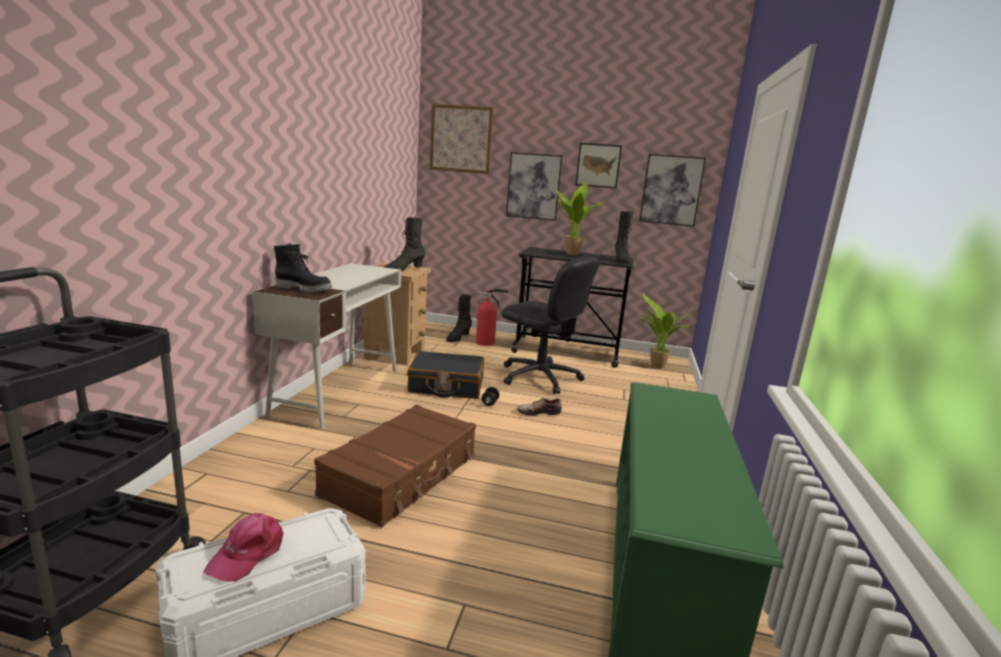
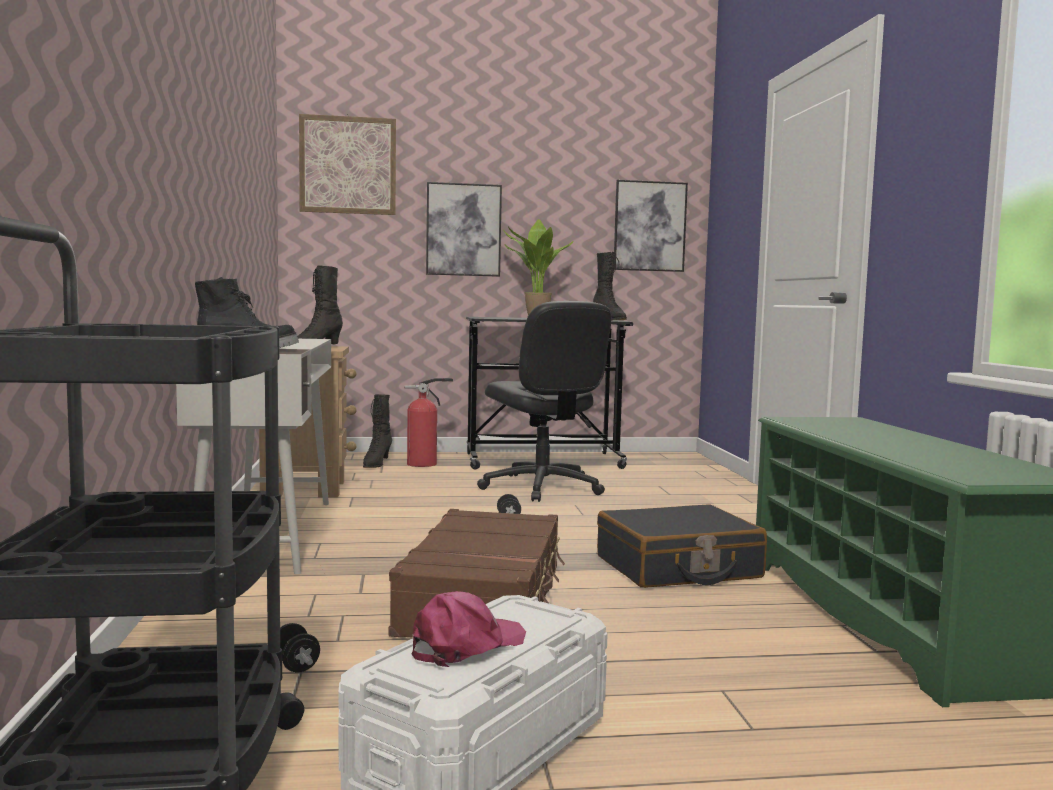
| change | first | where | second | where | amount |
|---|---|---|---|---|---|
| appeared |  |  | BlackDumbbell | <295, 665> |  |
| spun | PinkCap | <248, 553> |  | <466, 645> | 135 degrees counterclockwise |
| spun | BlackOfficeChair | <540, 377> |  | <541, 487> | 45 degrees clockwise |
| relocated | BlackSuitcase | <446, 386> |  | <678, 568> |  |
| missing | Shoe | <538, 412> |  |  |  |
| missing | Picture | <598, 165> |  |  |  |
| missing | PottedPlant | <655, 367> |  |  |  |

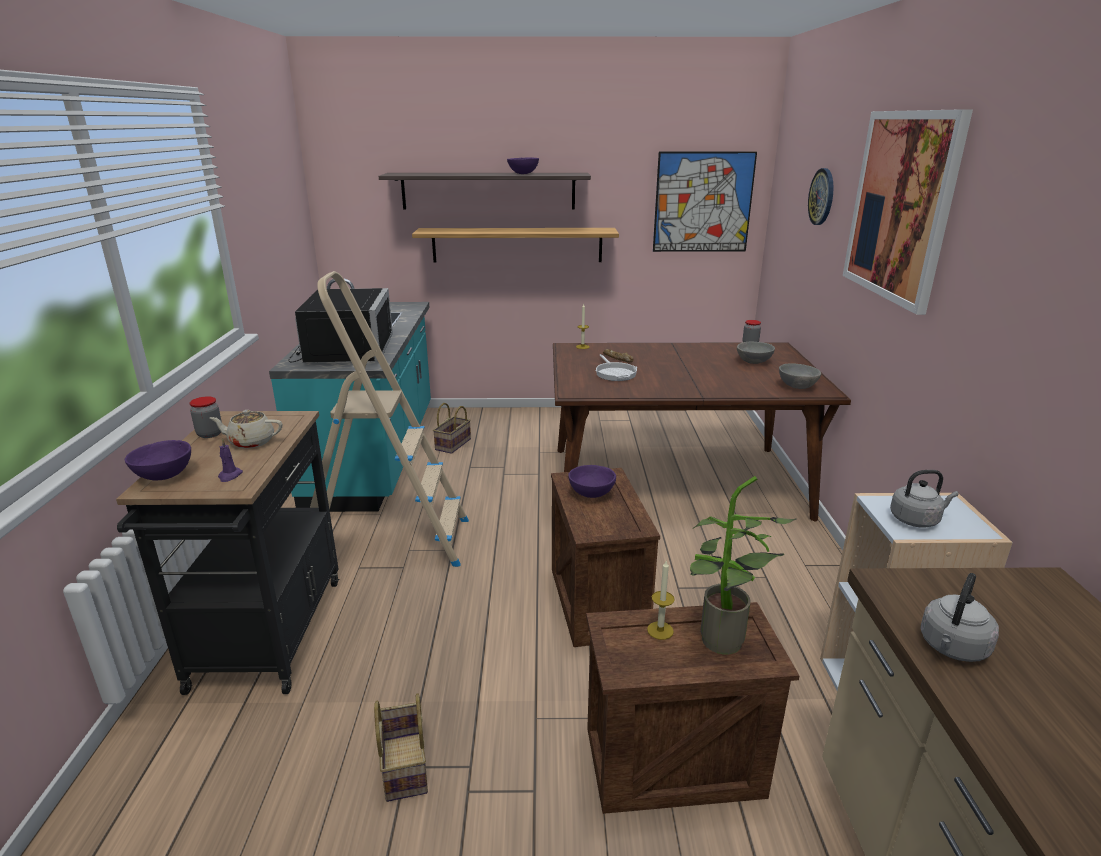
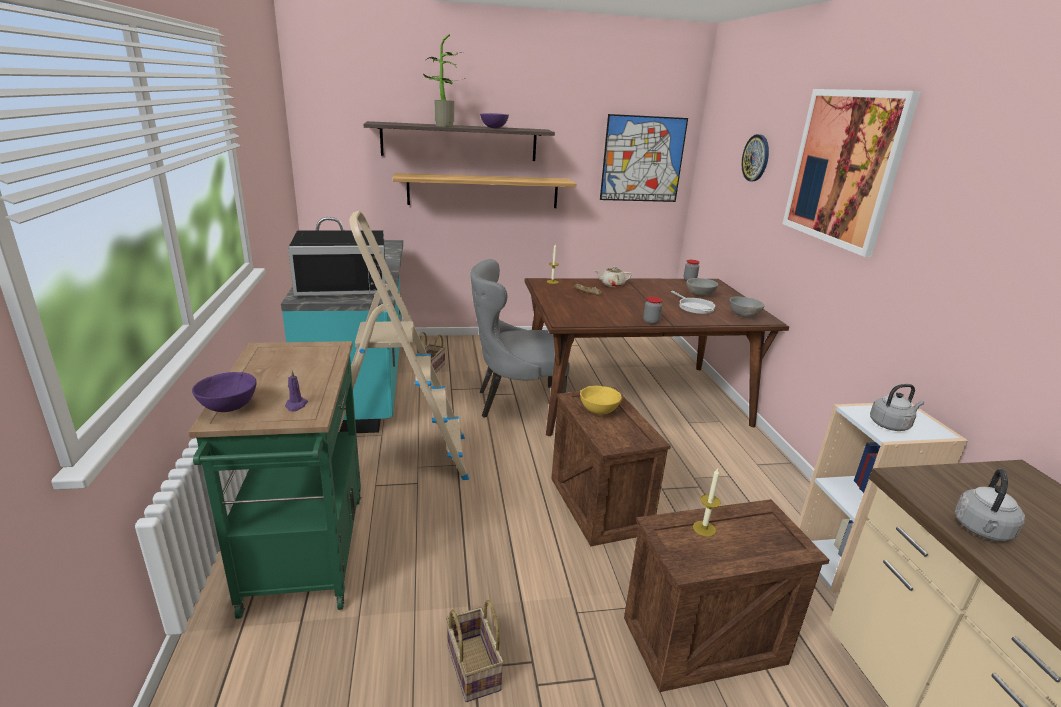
| change | first | where | second | where | amount |
|---|---|---|---|---|---|
| colour | BlackCart | <266, 637> | GreenCart | <305, 556> |  |
| spun | BlackMicrowave | <342, 350> |  | <344, 284> | 90 degrees clockwise |
| relocated | PottedPlant | <720, 645> |  | <443, 126> |  |
| appeared |  |  | GreyChair | <515, 403> |  |
| colour | PurpleBowl | <591, 493> | YellowBowl | <598, 411> |  |
| relocated | BeigeTeapot | <251, 442> |  | <612, 284> |  |
| relocated | Jar | <210, 434> |  | <651, 322> |  |
| relocated | FryingPan | <615, 373> |  | <694, 307> |  |

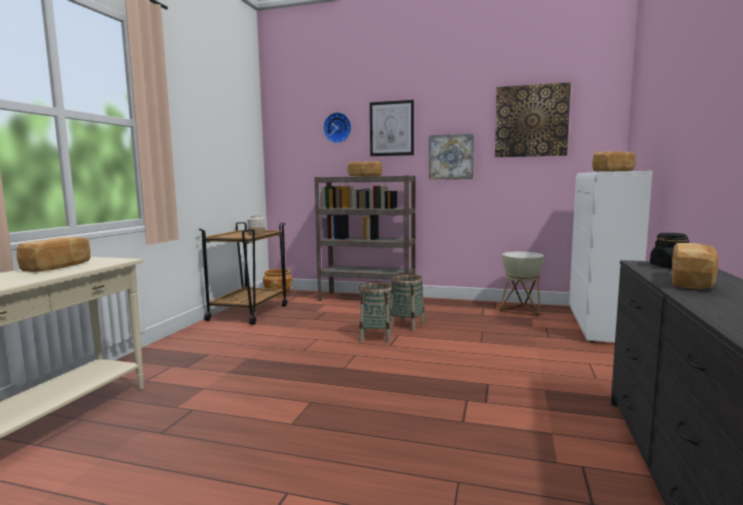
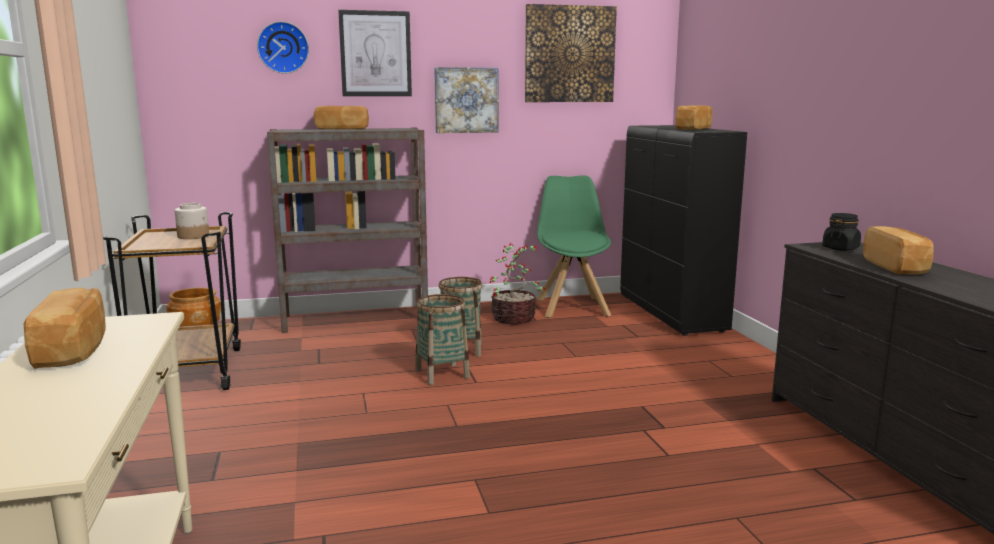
| change | first | where | second | where | amount |
|---|---|---|---|---|---|
| appeared |  |  | PottedPlant | <515, 318> |  |
| exchanged | Planter | <521, 310> | GreenChair | <571, 306> |  |
| colour | WhiteCabinet | <599, 326> | BlackCabinet | <672, 314> |  |

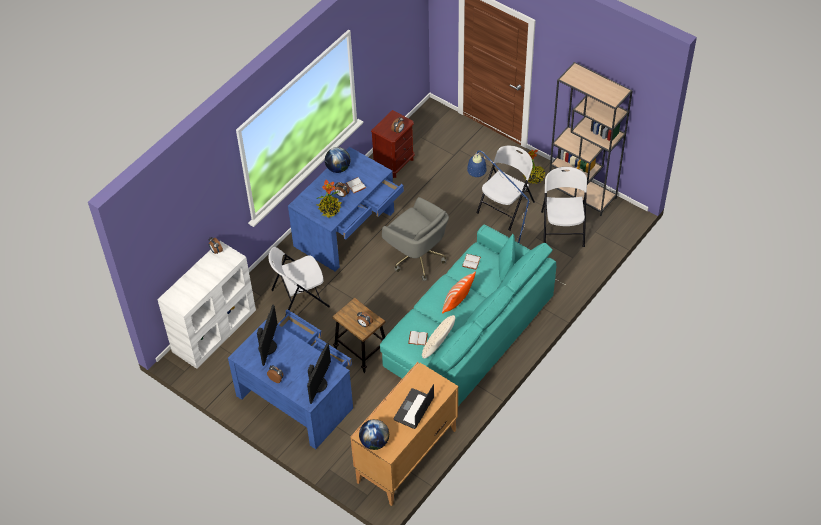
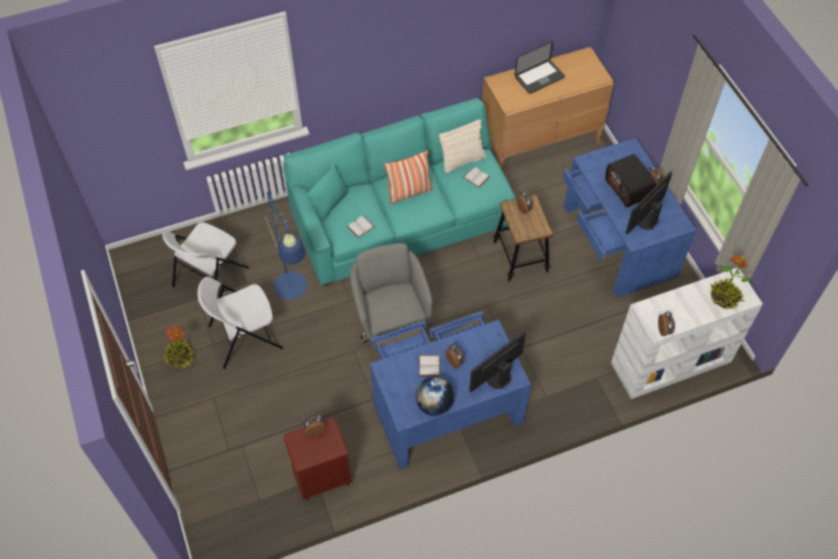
| change | first | where | second | where | amount |
|---|---|---|---|---|---|
| relocated | Monitor | <318, 384> |  | <497, 376> |  |
| appeared |  |  | Radio | <628, 189> |  |
| relocated | PottedPlant | <329, 209> |  | <724, 297> |  |
| missing | WhiteChair | <300, 298> |  |  |  |
| missing | Globe | <374, 442> |  |  |  |
| missing | Bookcase | <582, 193> |  |  |  |

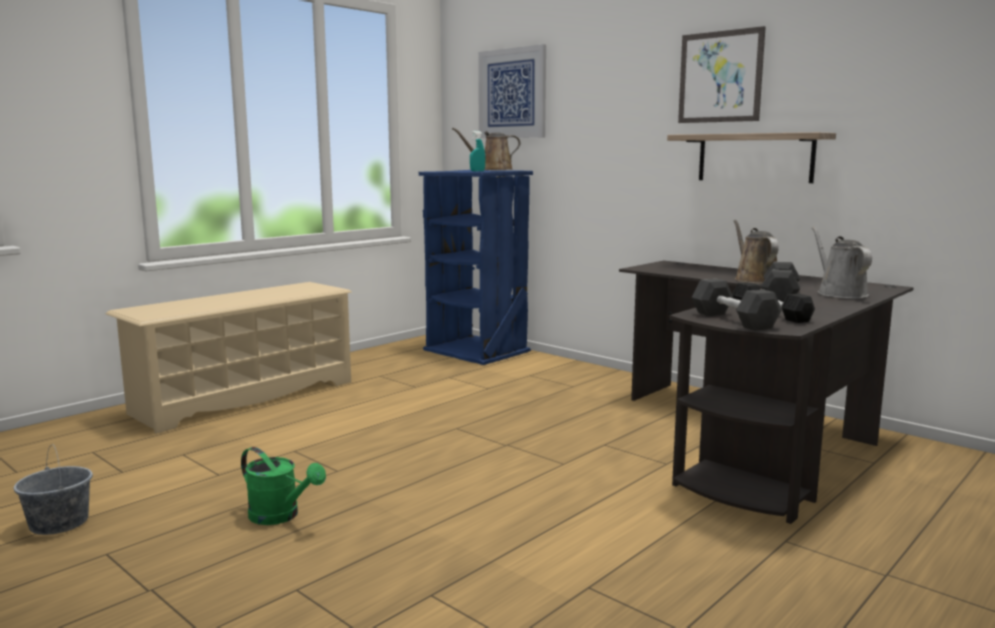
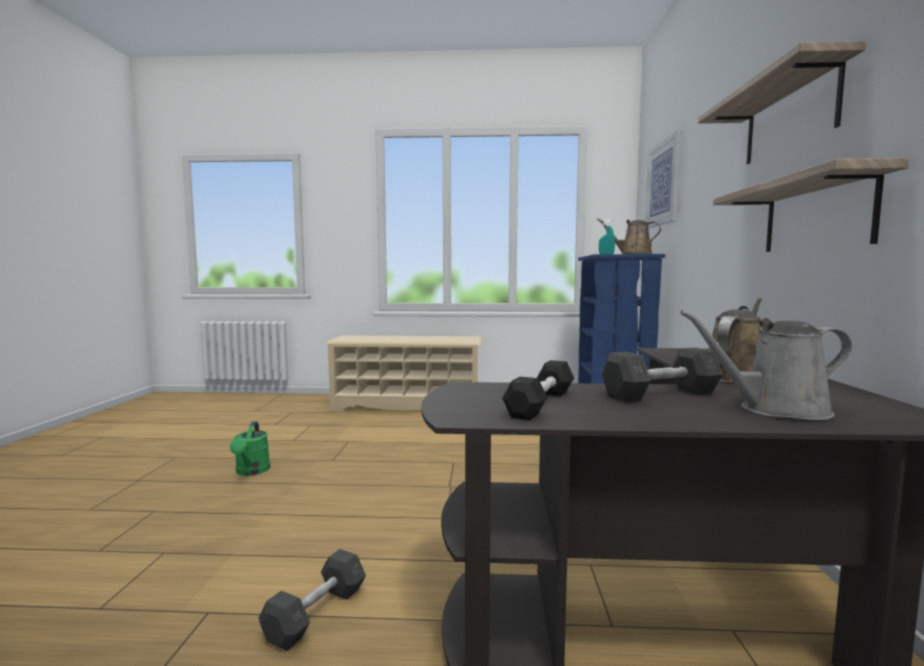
| change | first | where | second | where | amount |
|---|---|---|---|---|---|
| relocated | GreyDumbbell | <733, 320> |  | <316, 614> |  |
| spun | GreyWateringCan | <839, 293> |  | <776, 410> | 135 degrees counterclockwise |
| exchanged | Picture | <720, 77> | Shelf | <789, 117> |  |
| missing | GreyBucket | <59, 523> |  |  |  |

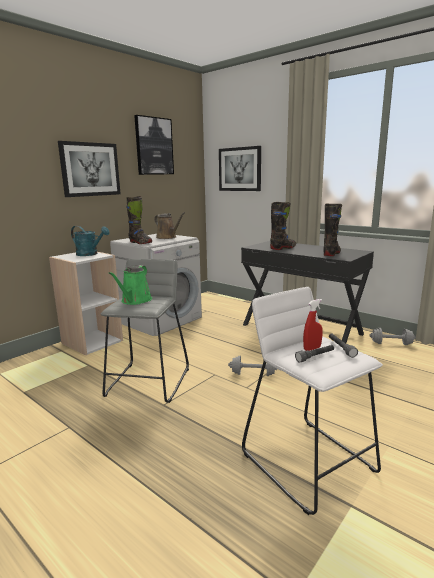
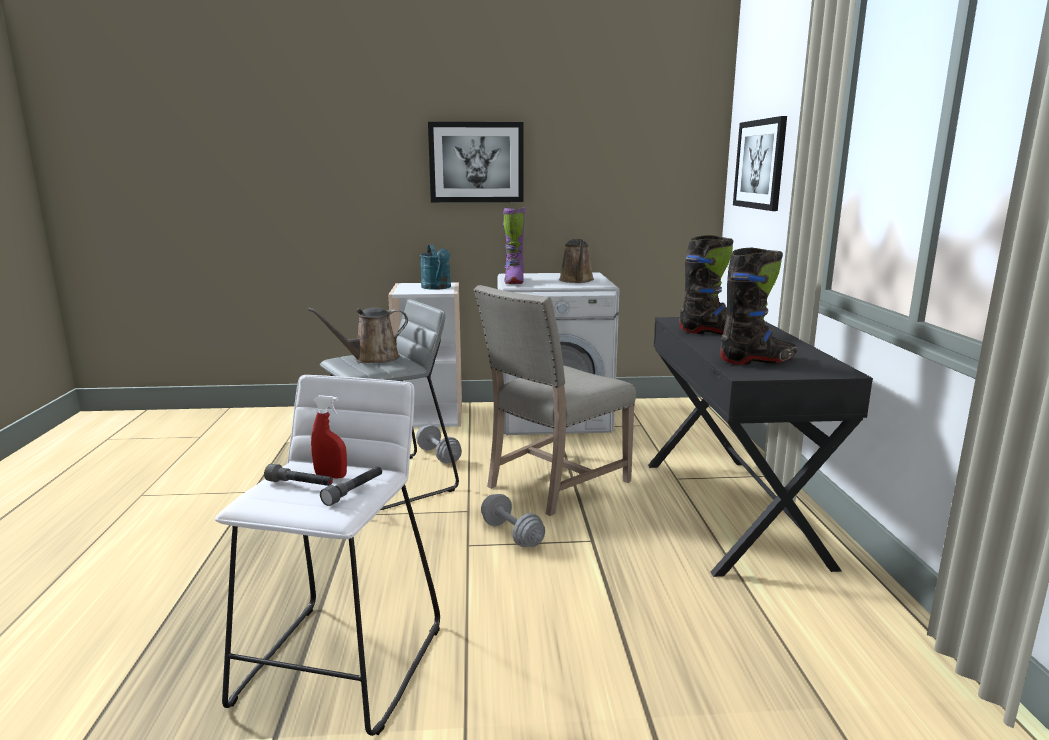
| change | first | where | second | where | amount |
|---|---|---|---|---|---|
| colour | GreenWateringCan | <135, 301> | BrownWateringCan | <371, 359> |  |
| relocated | GreyDumbbell | <391, 343> |  | <438, 455> |  |
| appeared |  |  | BeigeChair | <553, 484> |  |
| colour | BlackBoot | <140, 243> | PurpleBoot | <514, 282> |  |
| missing | Picture | <154, 146> |  |  |  |

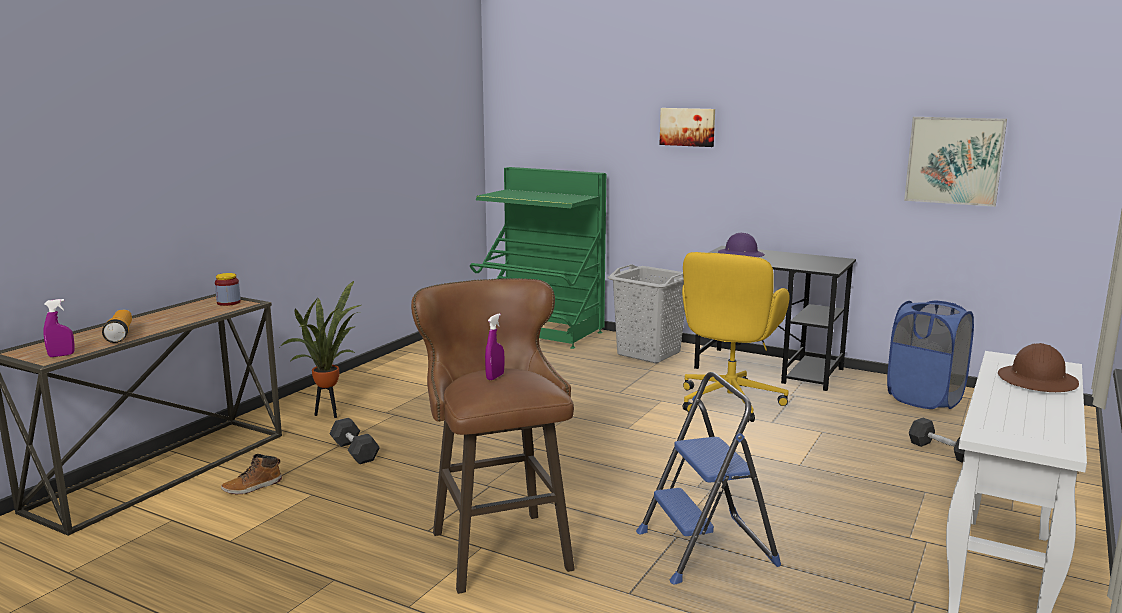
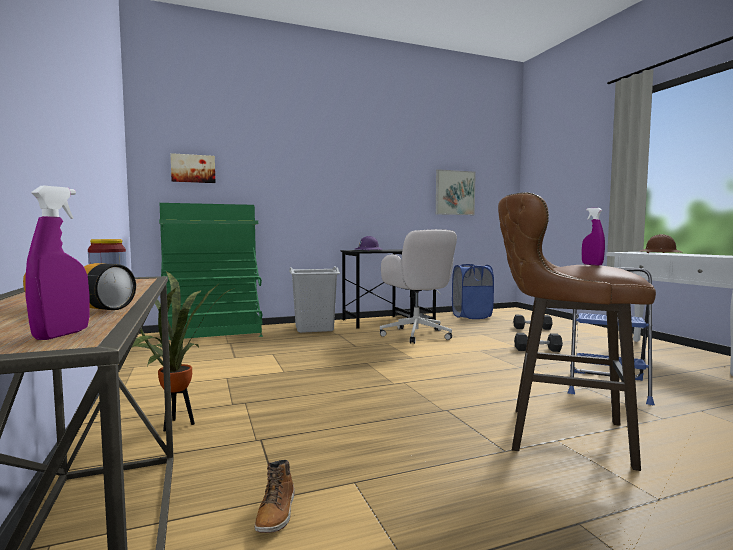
| change | first | where | second | where | amount |
|---|---|---|---|---|---|
| relocated | Picture | <687, 127> |  | <193, 168> |  |
| colour | YellowOfficeChair | <729, 402> | WhiteOfficeChair | <416, 335> |  |
| relocated | GreyDumbbell | <354, 451> |  | <537, 350> |  |

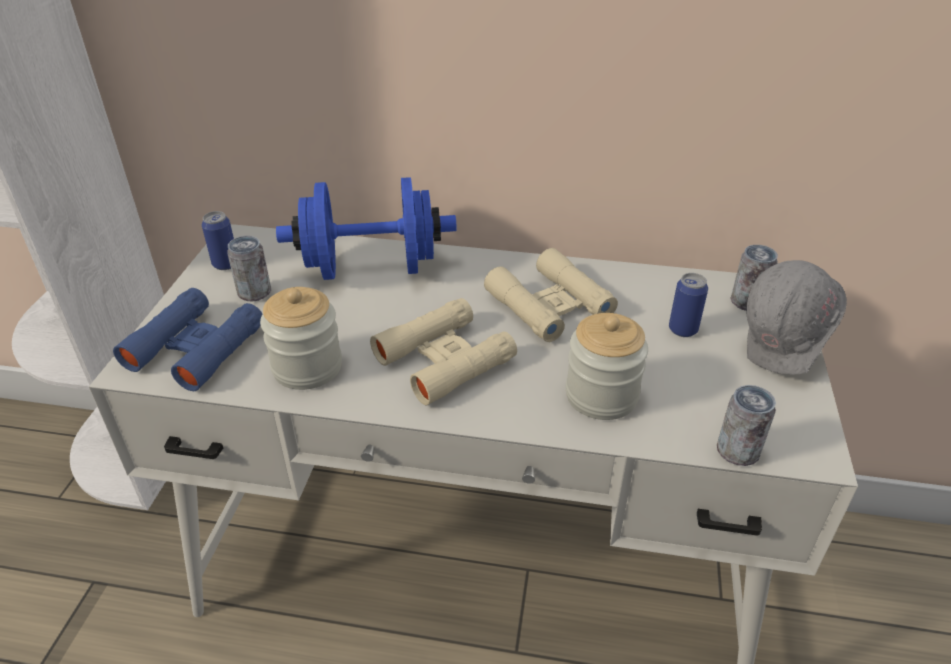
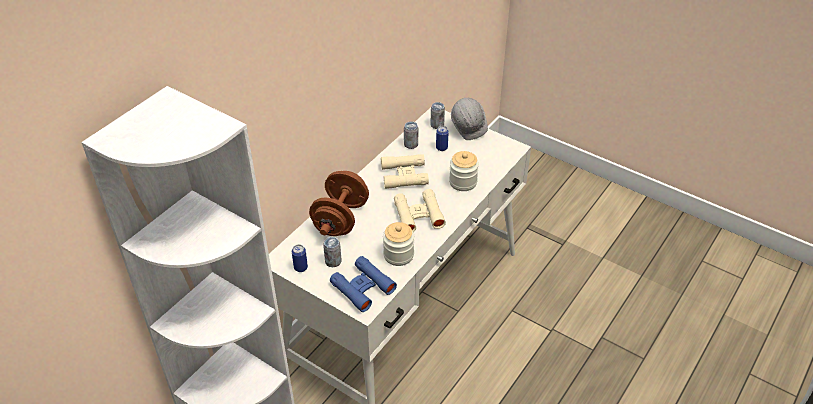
| change | first | where | second | where | amount |
|---|---|---|---|---|---|
| colour | BlueDumbbell | <371, 268> | BrownDumbbell | <340, 219> |  |
| relocated | Can | <737, 451> |  | <411, 144> |  |

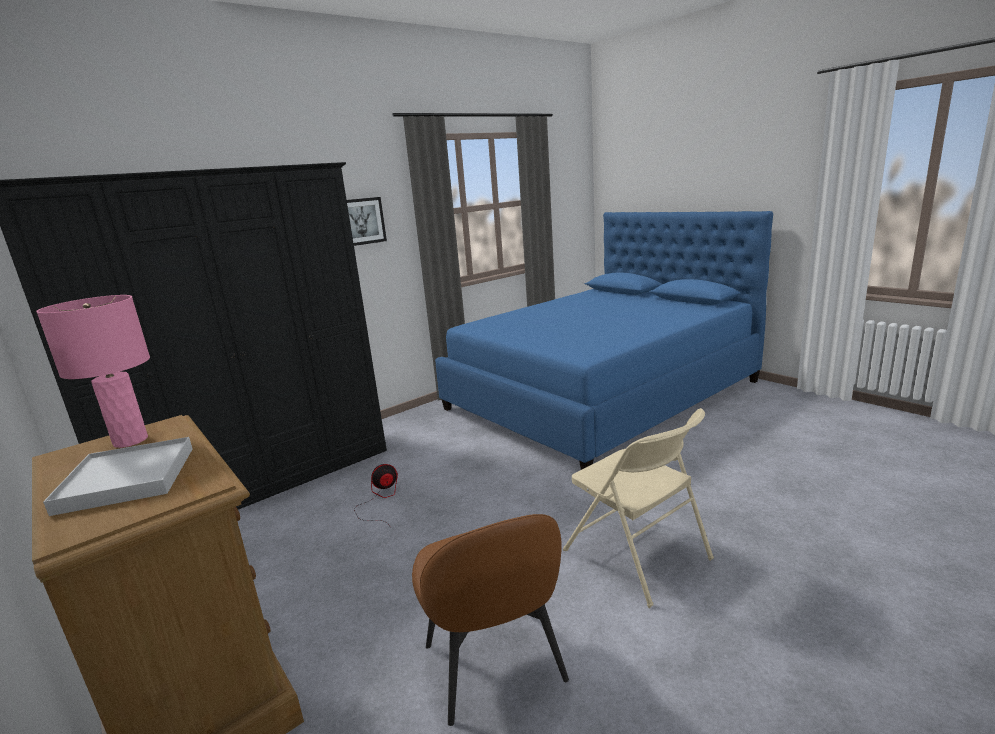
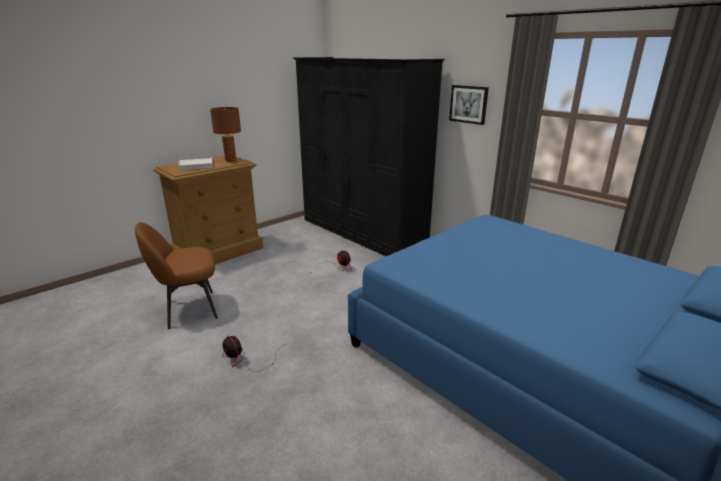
| change | first | where | second | where | amount |
|---|---|---|---|---|---|
| colour | PinkTableLamp | <130, 441> | BrownTableLamp | <230, 160> |  |
| exchanged | BeigeChair | <636, 555> | Fan | <245, 360> |  |

